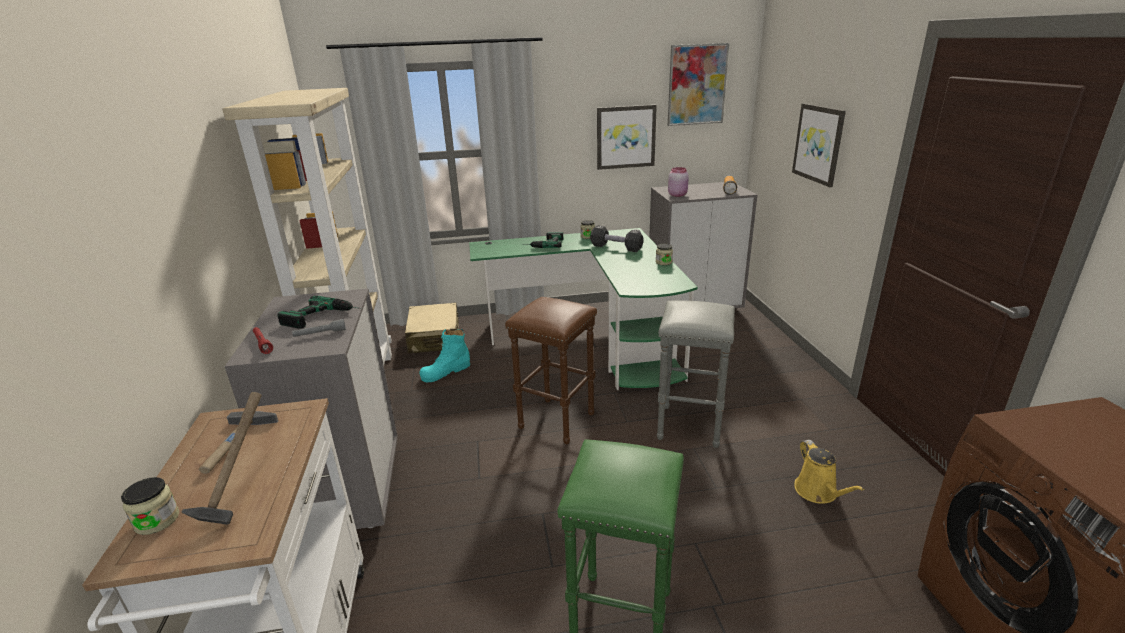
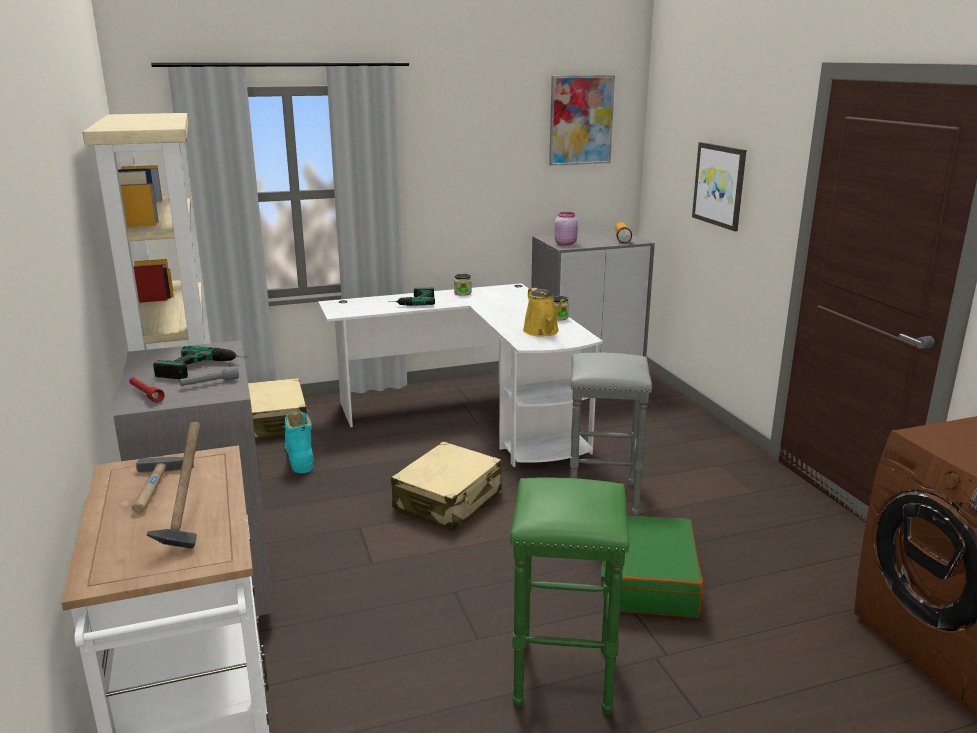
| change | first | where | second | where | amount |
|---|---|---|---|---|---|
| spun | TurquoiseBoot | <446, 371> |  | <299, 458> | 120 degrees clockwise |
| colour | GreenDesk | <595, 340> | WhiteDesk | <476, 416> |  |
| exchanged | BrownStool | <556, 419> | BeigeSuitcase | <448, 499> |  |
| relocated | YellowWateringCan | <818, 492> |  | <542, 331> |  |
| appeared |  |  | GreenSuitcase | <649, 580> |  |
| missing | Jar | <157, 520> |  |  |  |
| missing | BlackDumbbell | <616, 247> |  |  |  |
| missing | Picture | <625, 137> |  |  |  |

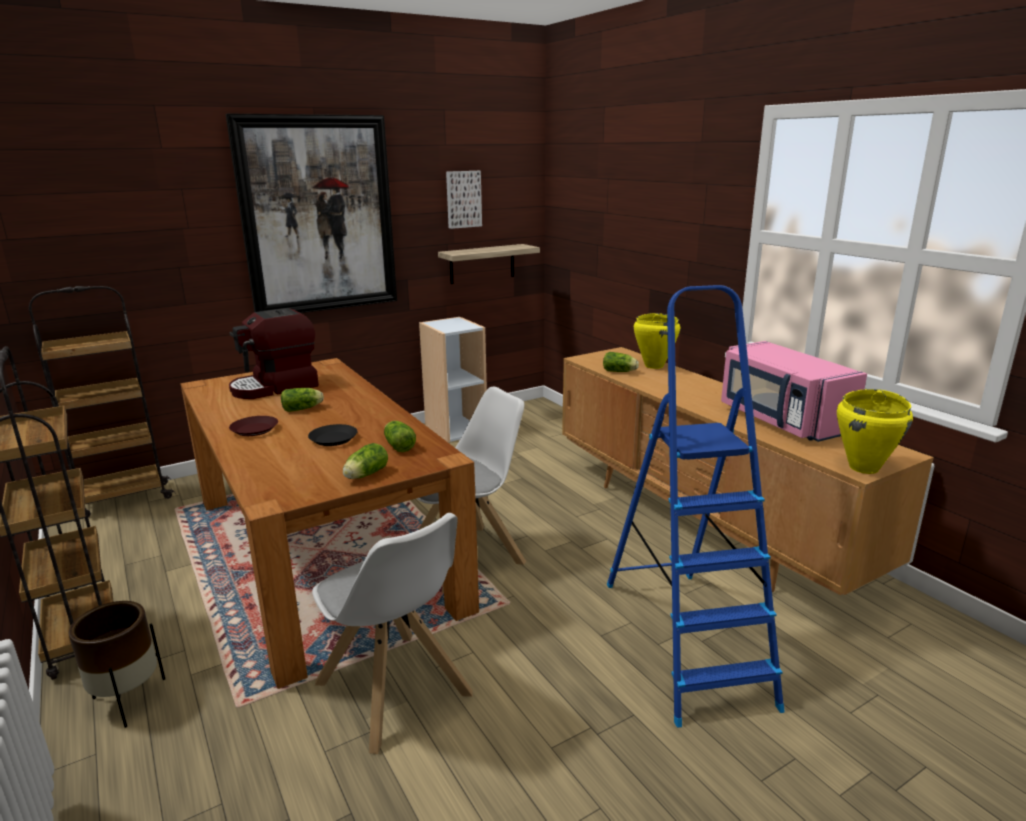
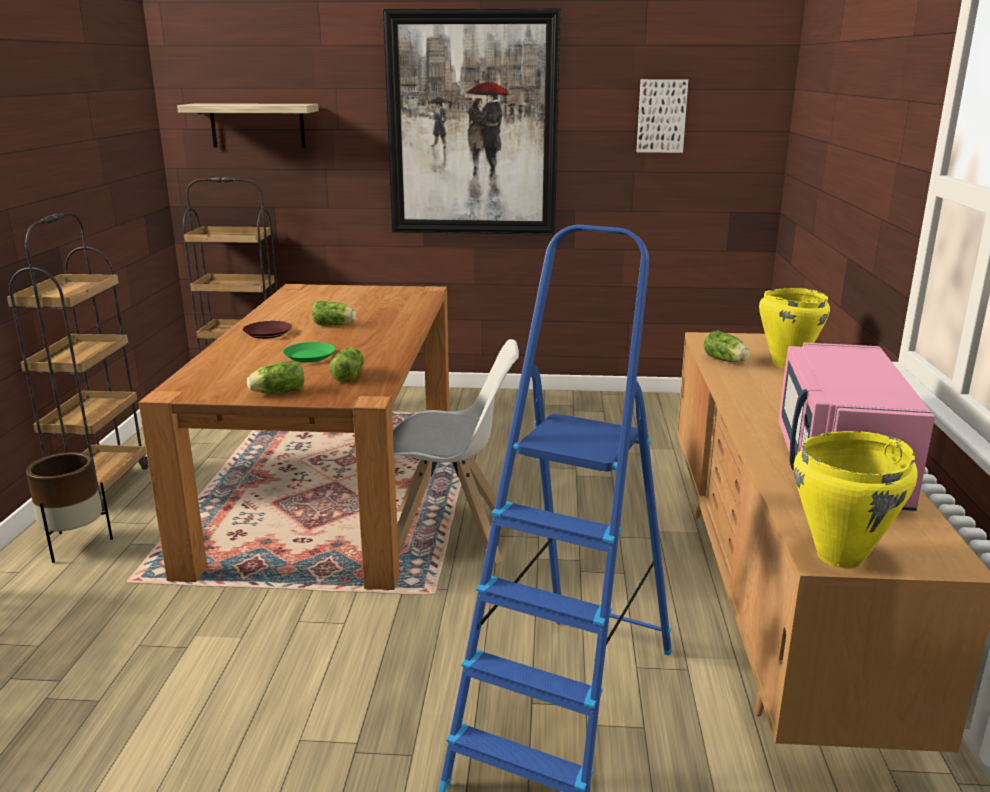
| change | first | where | second | where | amount |
|---|---|---|---|---|---|
| relocated | Shelf | <482, 264> |  | <257, 125> |  |
| colour | BlackPlate | <333, 439> | GreenPlate | <310, 356> |  |
| missing | CoffeeMachine | <276, 387> |  |  |  |
| missing | Chair | <395, 692> |  |  |  |
| missing | Bookcase | <456, 428> |  |  |  |

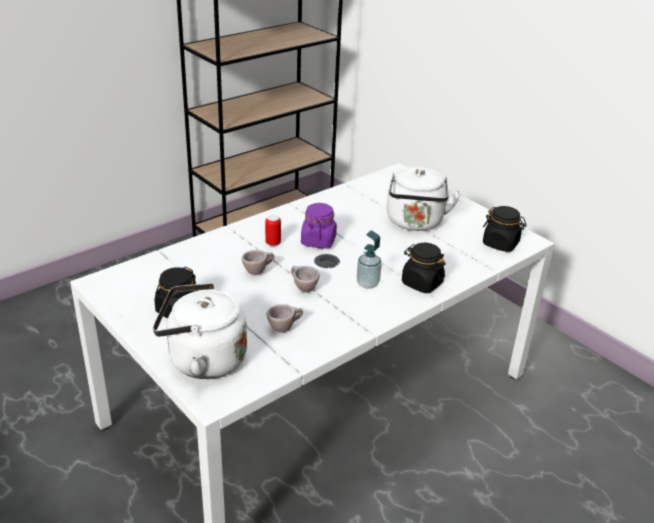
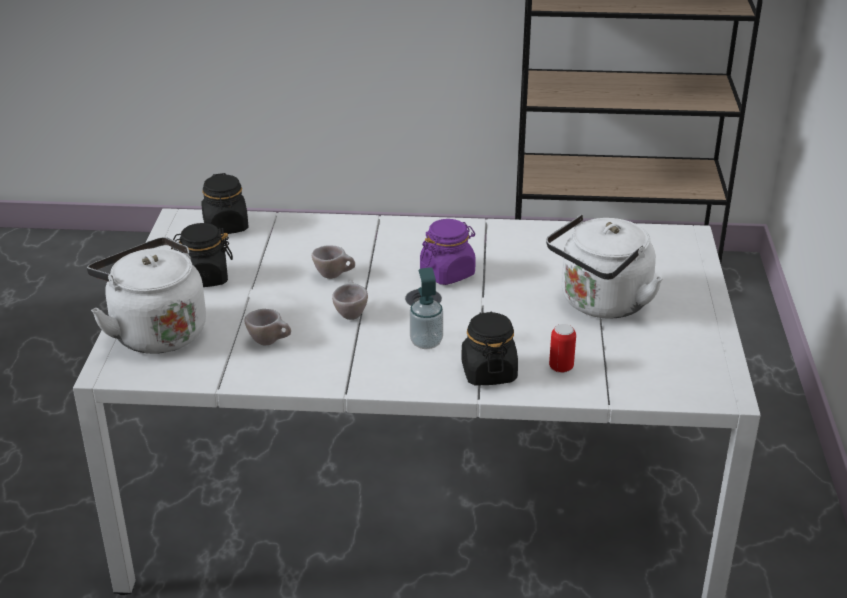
| change | first | where | second | where | amount |
|---|---|---|---|---|---|
| relocated | BlackJar | <500, 244> |  | <226, 226> |  |
| relocated | Can | <273, 243> |  | <561, 367> |  |

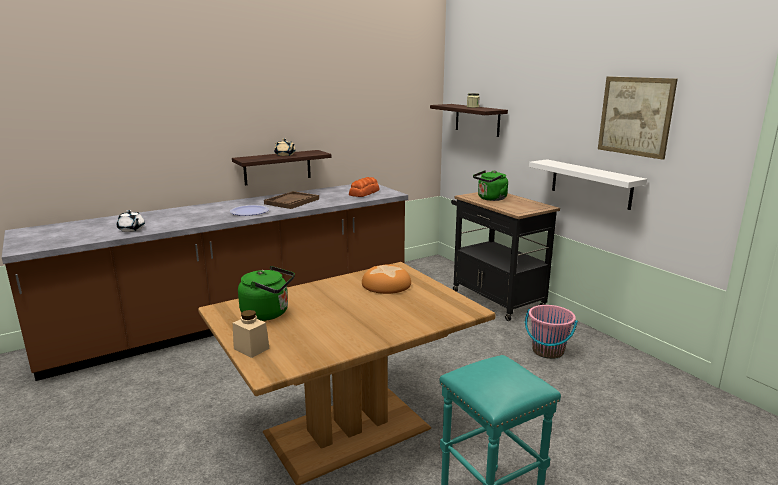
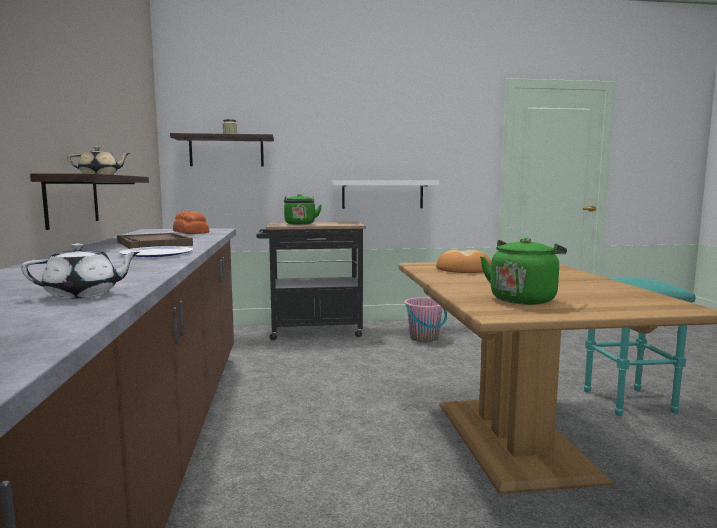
| change | first | where | second | where | amount |
|---|---|---|---|---|---|
| missing | BeigeJar | <251, 348> |  |  |  |
| missing | Picture | <635, 116> |  |  |  |

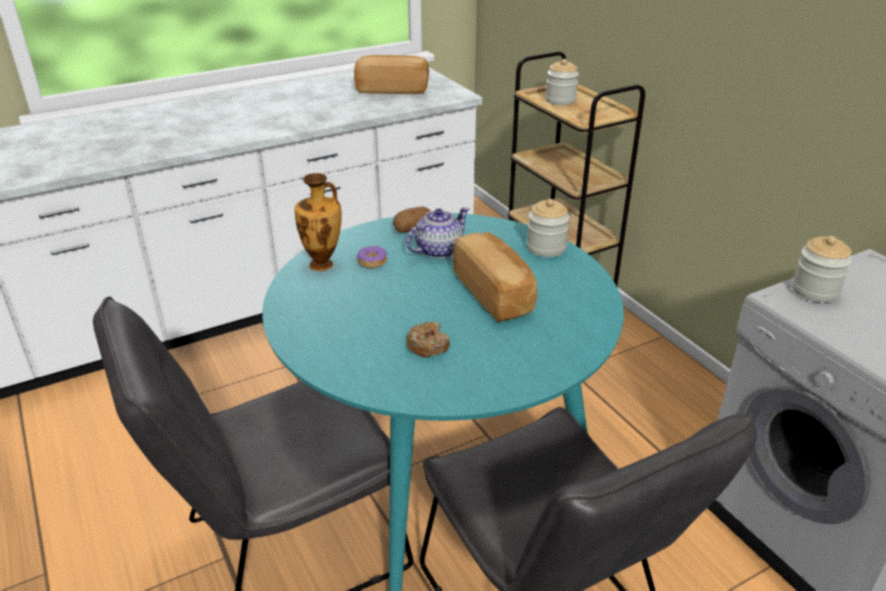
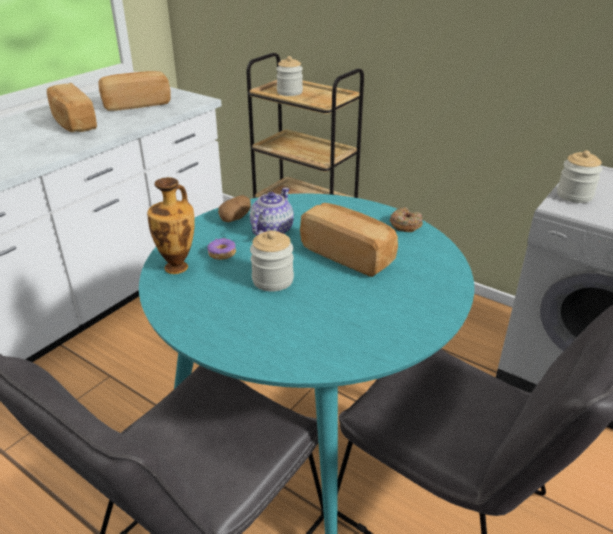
| change | first | where | second | where | amount |
|---|---|---|---|---|---|
| appeared |  |  | Bread | <73, 123> |  |
| relocated | Jar | <546, 248> |  | <273, 280> |  |
| relocated | Donut | <428, 345> |  | <405, 225> |  |

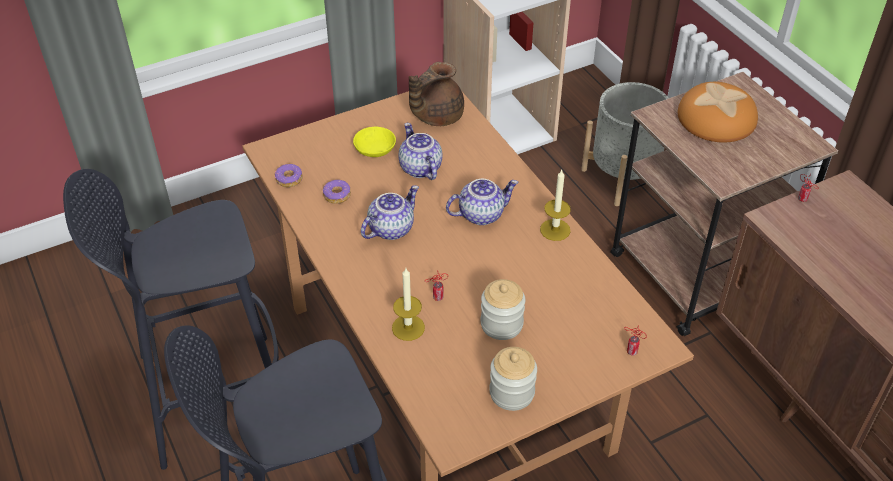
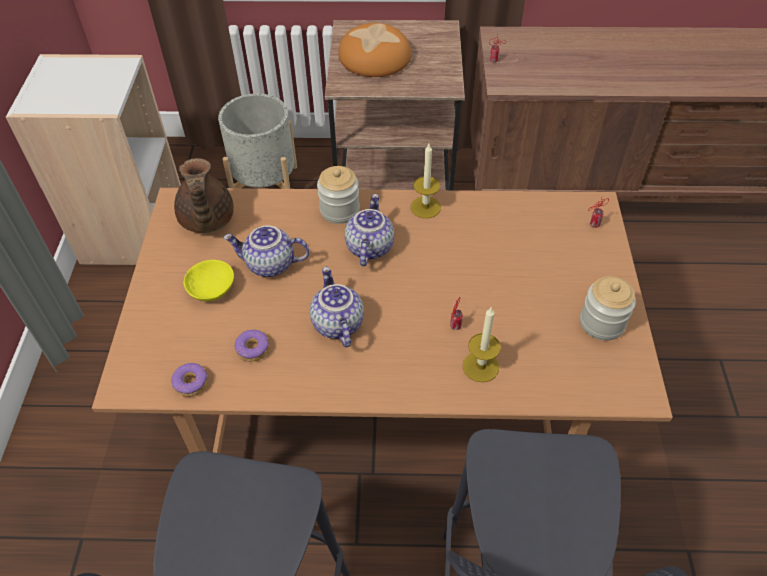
| change | first | where | second | where | amount |
|---|---|---|---|---|---|
| relocated | Jar | <501, 324> |  | <339, 210> |  |

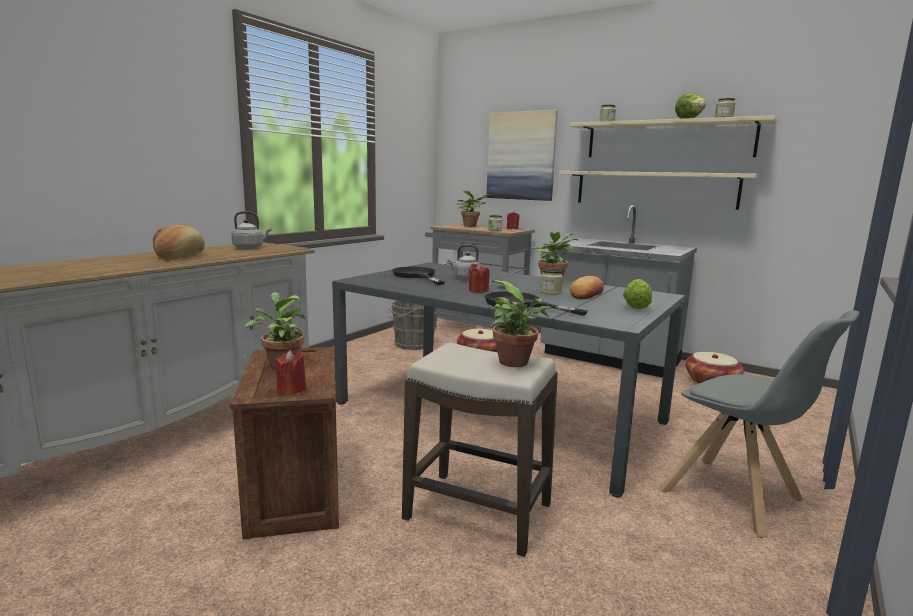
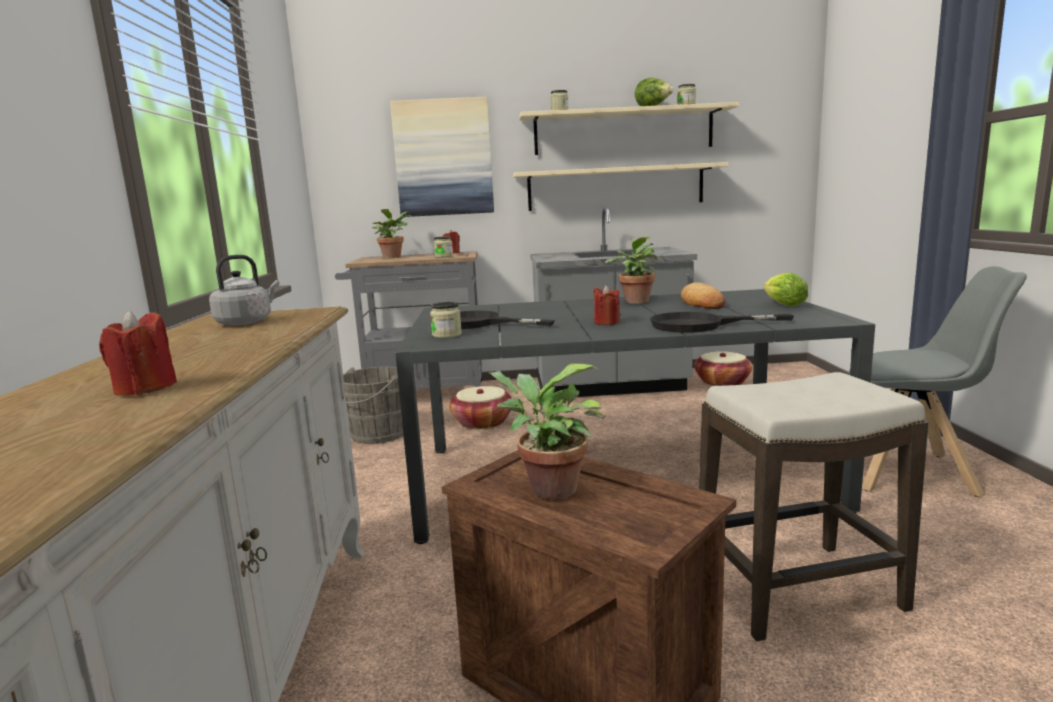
| change | first | where | second | where | amount |
|---|---|---|---|---|---|
| relocated | RedCandle | <291, 390> |  | <145, 388> |  |
| relocated | Jar | <550, 292> |  | <447, 335> |  |
| missing | Bread | <180, 256> |  |  |  |
| missing | GreyKettle | <465, 278> |  |  |  |
| missing | PottedPlant | <517, 363> |  |  |  |

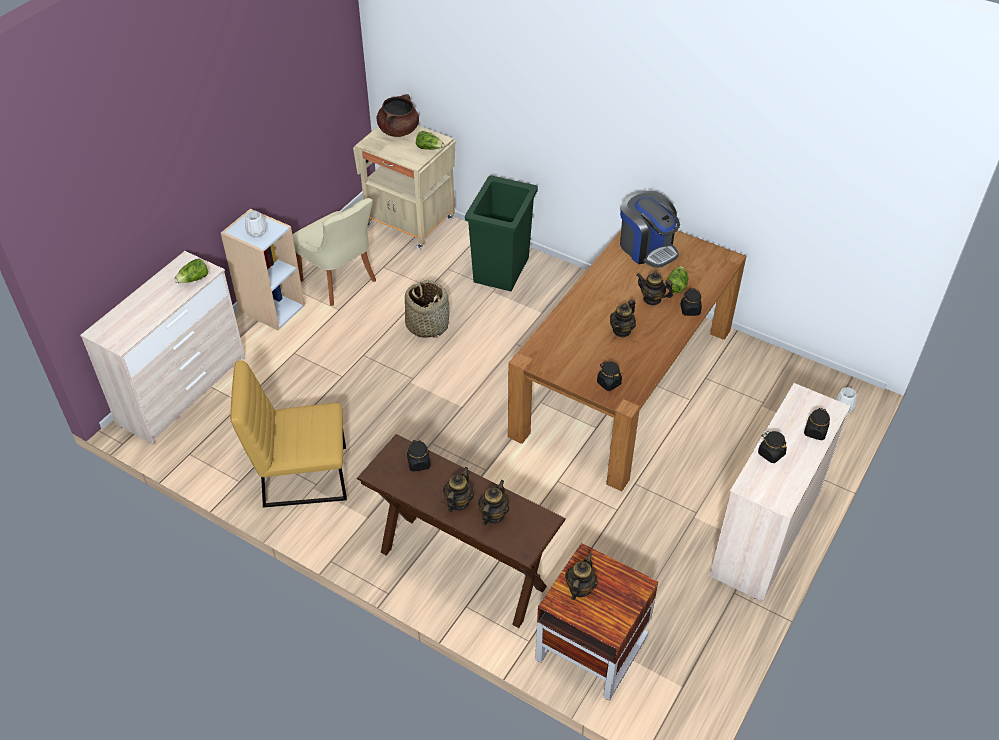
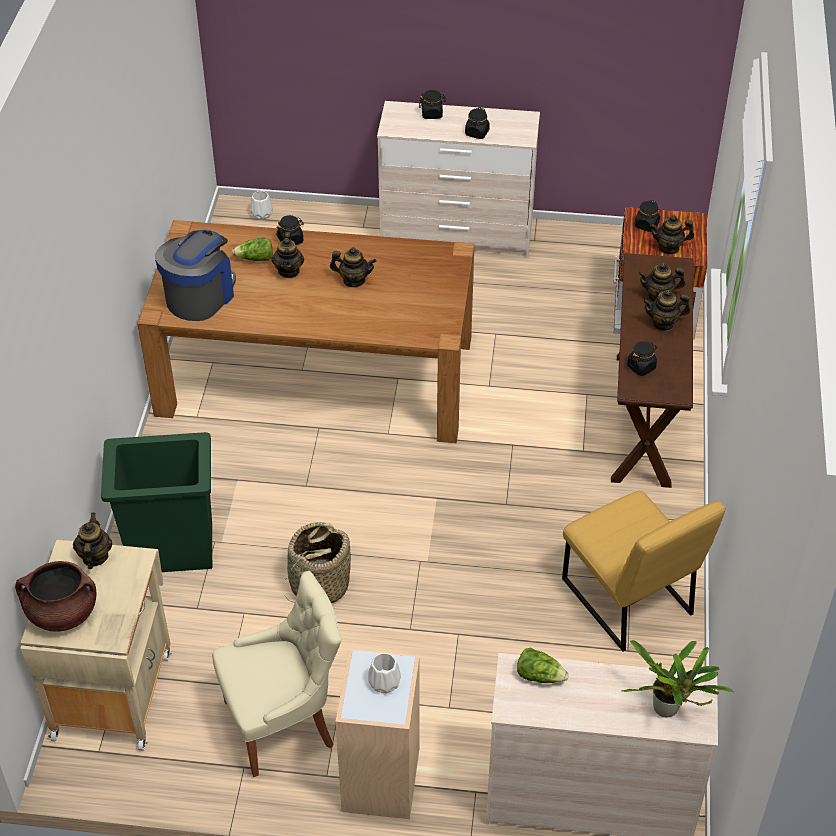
| change | first | where | second | where | amount |
|---|---|---|---|---|---|
| exchanged | Lettuce | <429, 148> | Teapot | <95, 557> |  |
| spun | BeigeChair | <340, 281> |  | <283, 723> | 45 degrees clockwise |
| appeared |  |  | PottedPlant | <669, 711> |  |
| relocated | BlackJar | <608, 383> |  | <646, 225> |  |

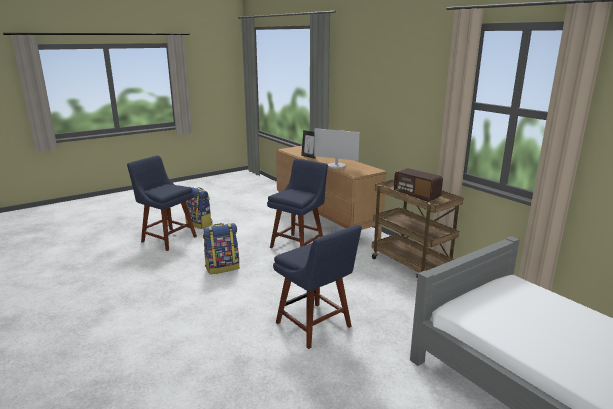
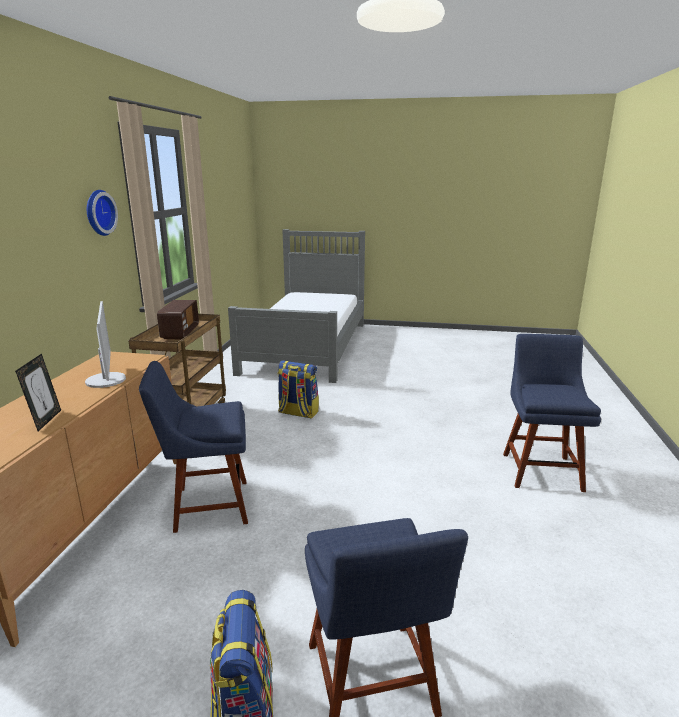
| change | first | where | second | where | amount |
|---|---|---|---|---|---|
| appeared |  |  | WallClock | <98, 212> |  |
| relocated | Backpack | <222, 267> |  | <298, 413> |  |
| relocated | BlueChair | <316, 326> |  | <540, 469> |  |

